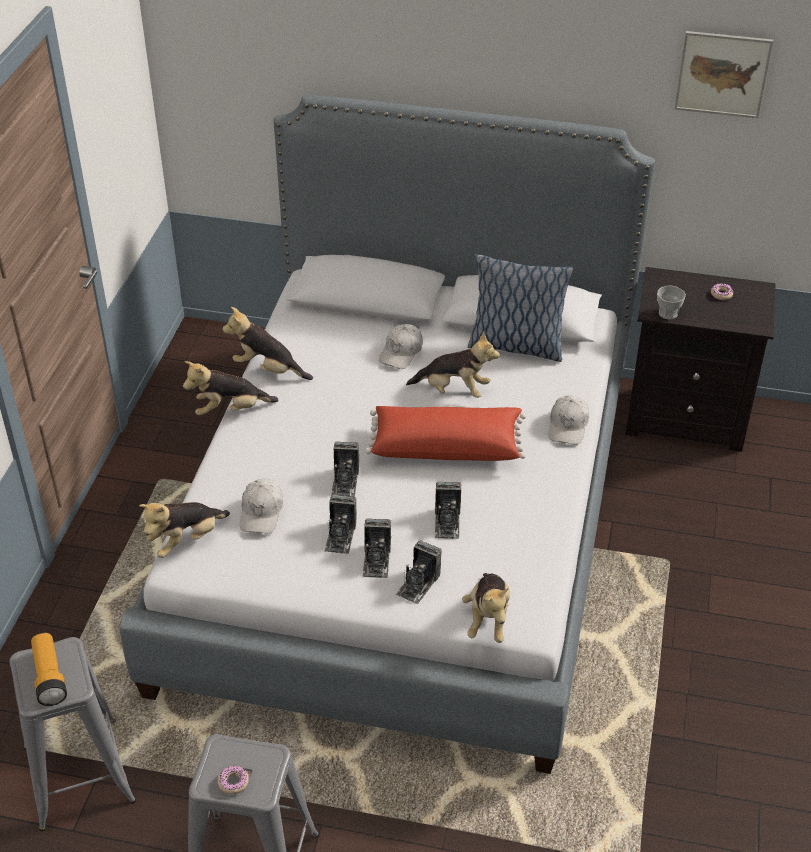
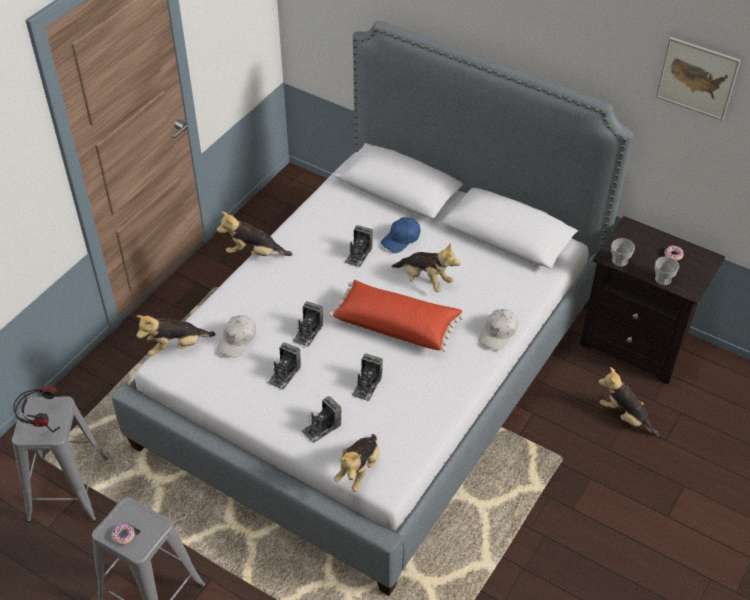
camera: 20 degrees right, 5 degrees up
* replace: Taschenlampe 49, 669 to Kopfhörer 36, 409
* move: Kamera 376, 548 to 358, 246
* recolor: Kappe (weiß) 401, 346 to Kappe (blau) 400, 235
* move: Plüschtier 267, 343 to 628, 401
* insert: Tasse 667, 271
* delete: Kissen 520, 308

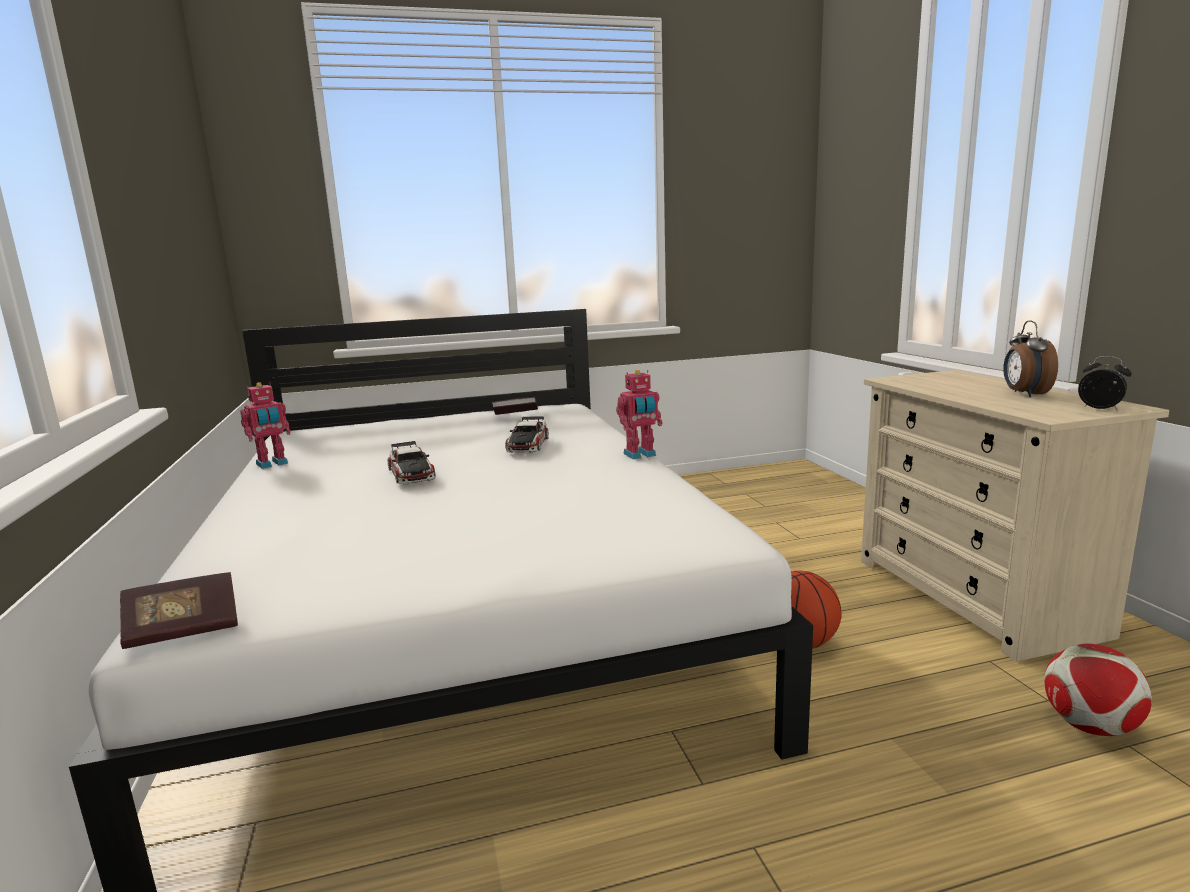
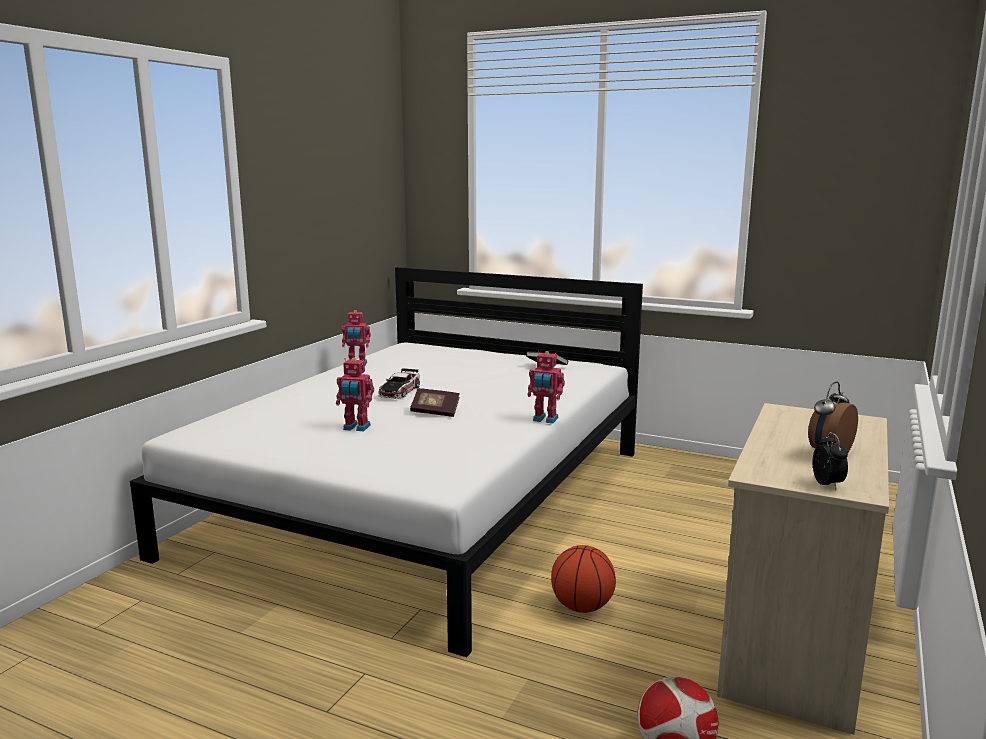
camera: 40 degrees right, 0 degrees up
* insert: Spielzeugroboter 355, 394
* move: Buch 179, 610 to 435, 402
* delete: Spielzeugauto 527, 434

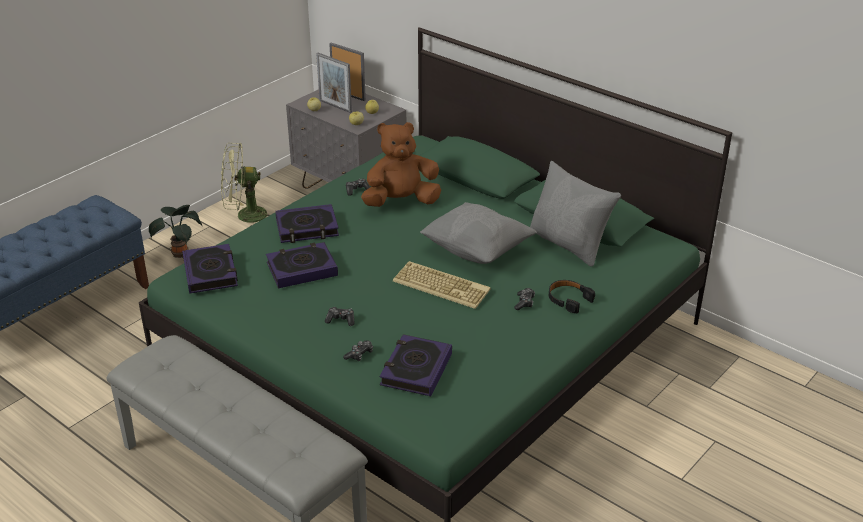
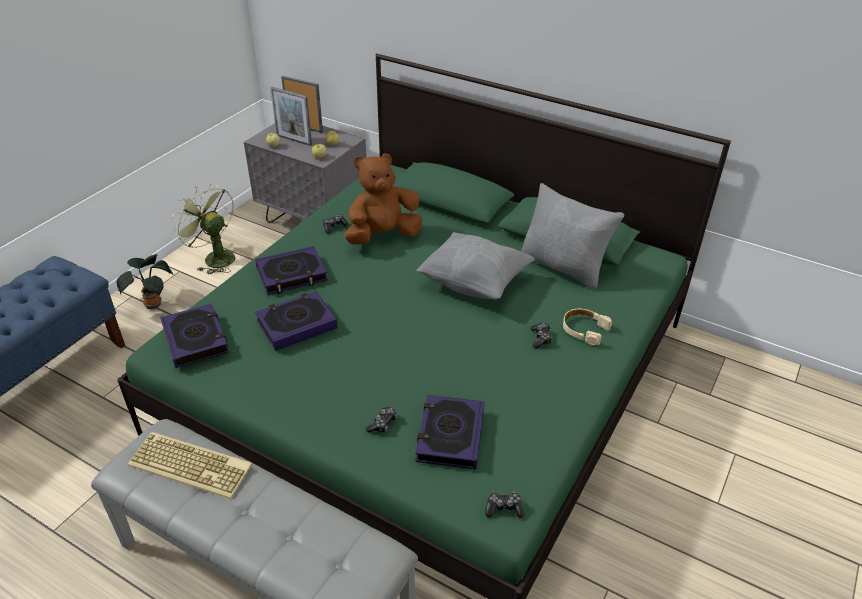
camera: 10 degrees left, 5 degrees up
* move: Tastatur 442, 285 to 190, 465
* rotate: Ventilator (grün) 245, 184 = 203, 228 60 degrees clockwise
* move: Gamepad 339, 316 to 504, 505
* recolor: Kopfhörer (schwarz) 572, 297 to Kopfhörer (beige) 587, 327

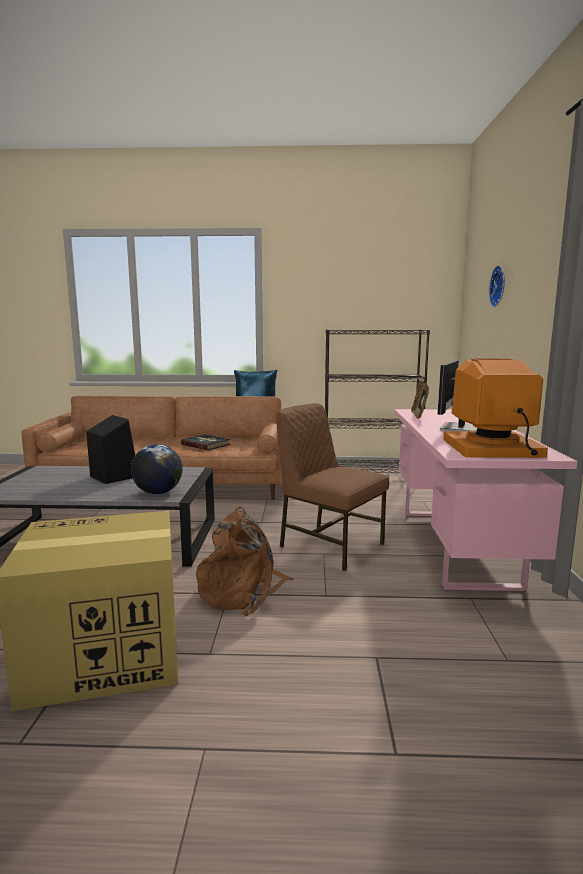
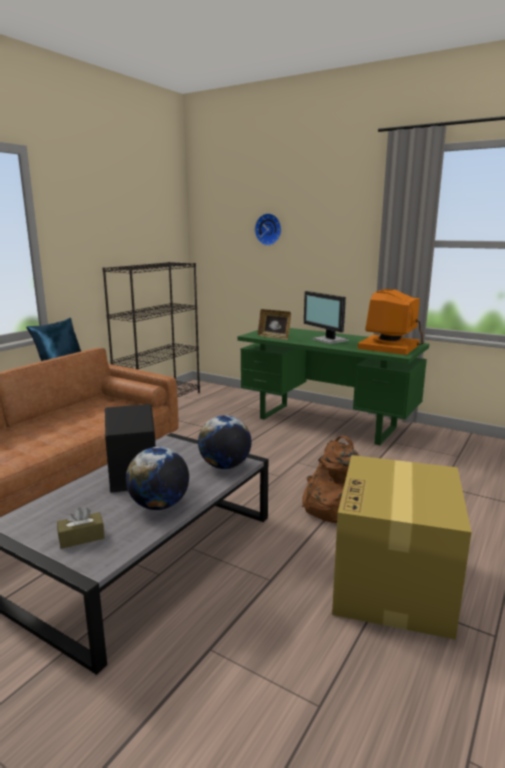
camera: 60 degrees left, 5 degrees up
* insert: Taschentuchbox (braun) 81, 528
* insert: Globus 157, 478
* recolor: Schreibtisch (rosa) 486, 500 to Schreibtisch (grün) 333, 386
* delete: Buch 205, 442
* delete: Stuhl (braun) 332, 487

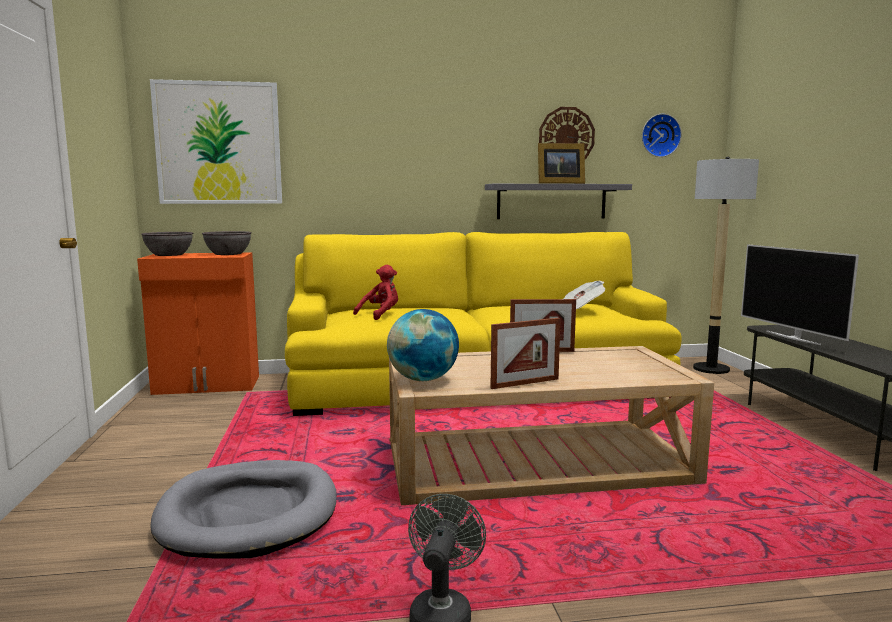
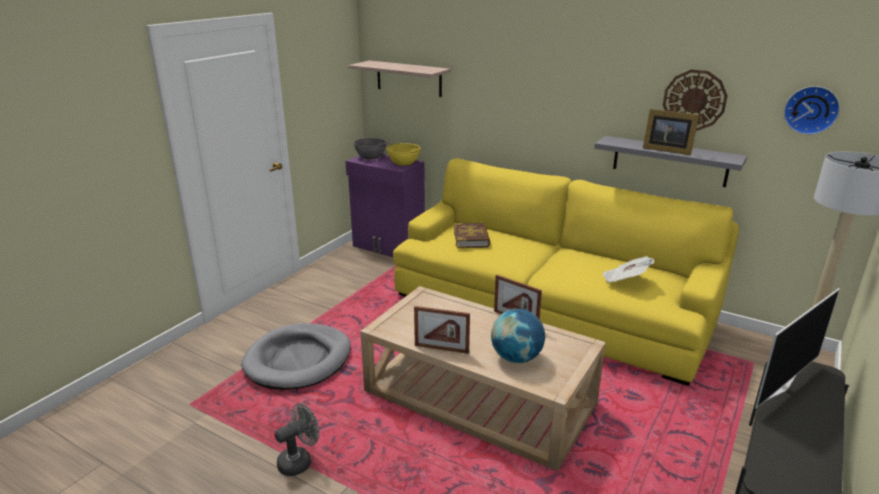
camera: 40 degrees right, 15 degrees up
* recolor: Schrank (orange) 198, 323 to Schrank (lila) 385, 205
* replace: Bild 216, 141 to Wandregal 399, 78
* recolor: Schüssel (grau) 227, 243 to Schüssel (gelb) 403, 154
* replace: Plüschtier (rot) 375, 292 to Buch 472, 235
* move: Globus 423, 345 to 518, 336
* rotate: Fernseher 800, 294 = 797, 348 150 degrees counterclockwise

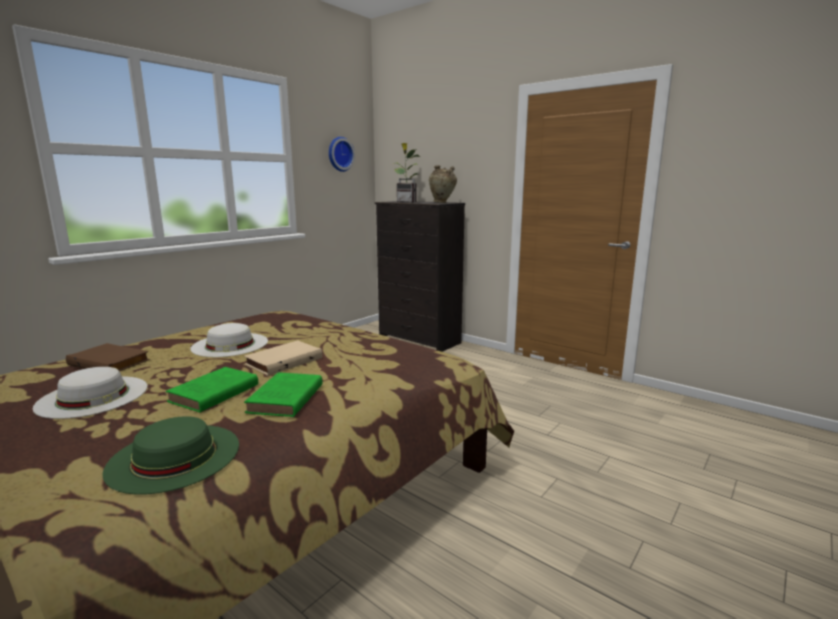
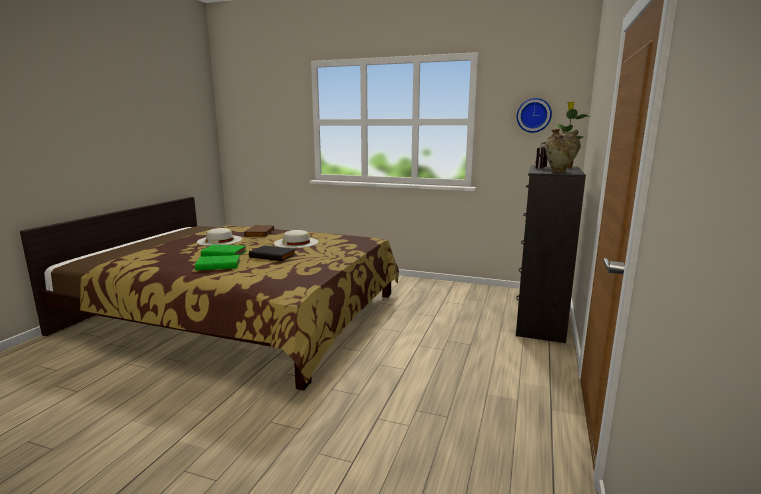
camera: 70 degrees right, 0 degrees up
* recolor: Buch (beige) 283, 358 to Buch (schwarz) 272, 253
* delete: Hut (grün) 170, 455

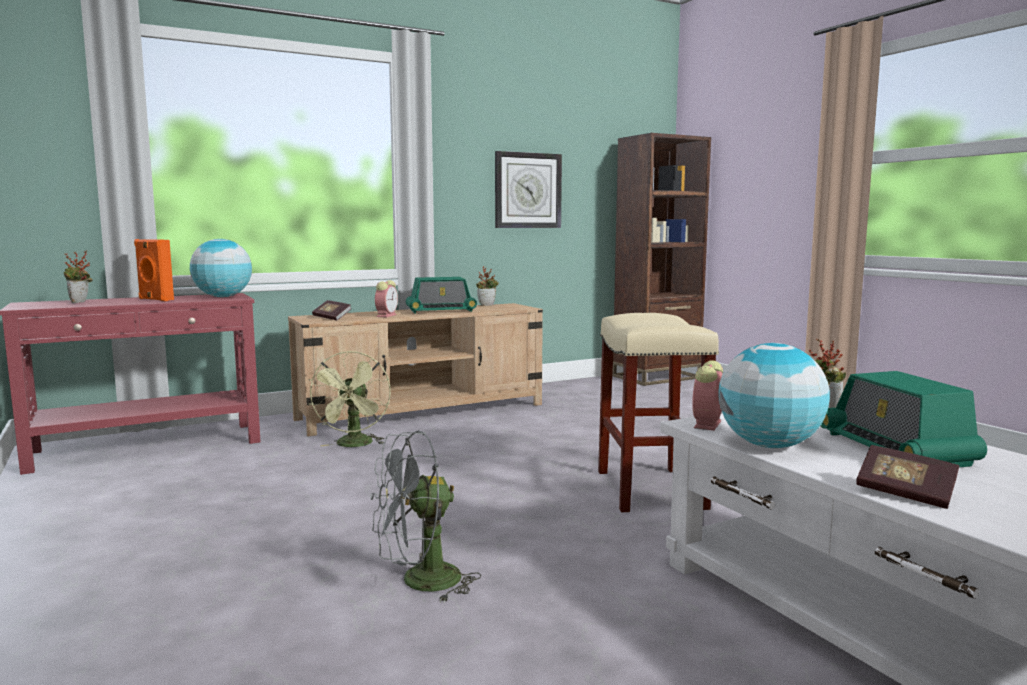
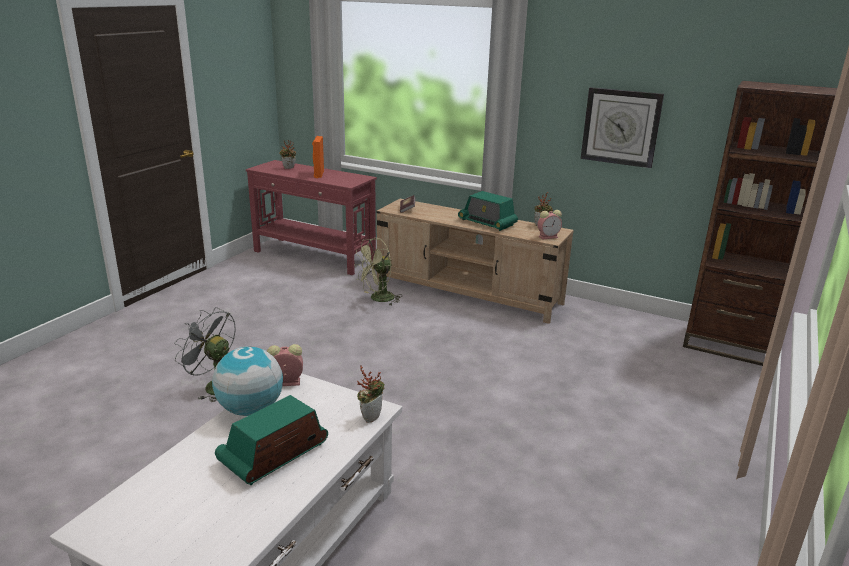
camera: 55 degrees right, 15 degrees up
* move: Wecker 386, 298 to 550, 225
* delete: Globus 221, 268
* delete: Hocker (beige) 658, 412
* delete: Buch 908, 477

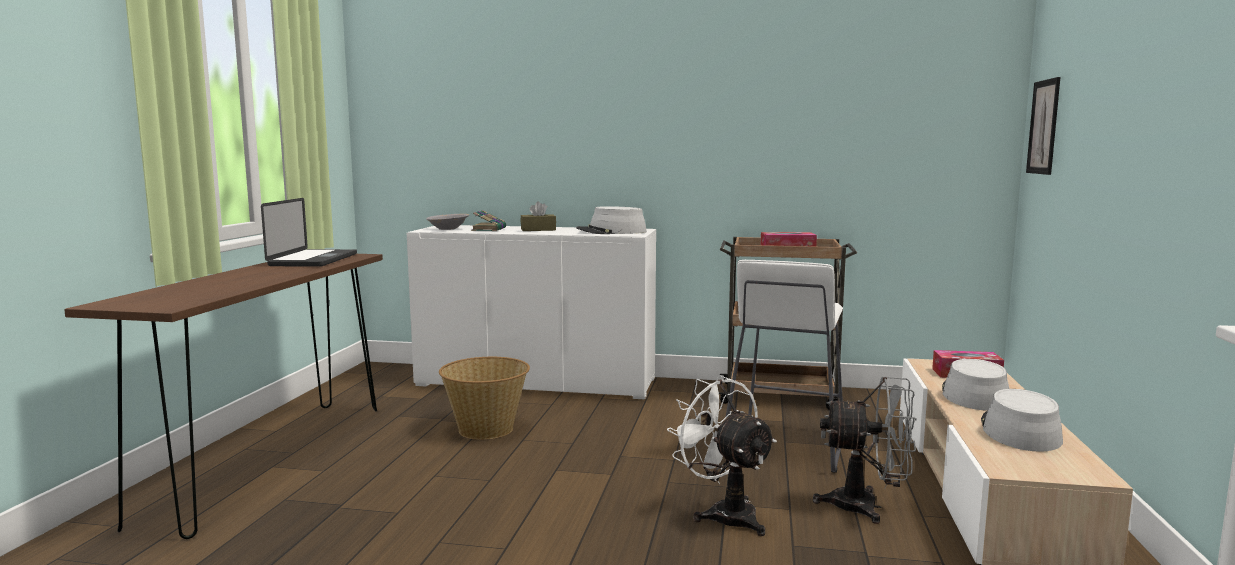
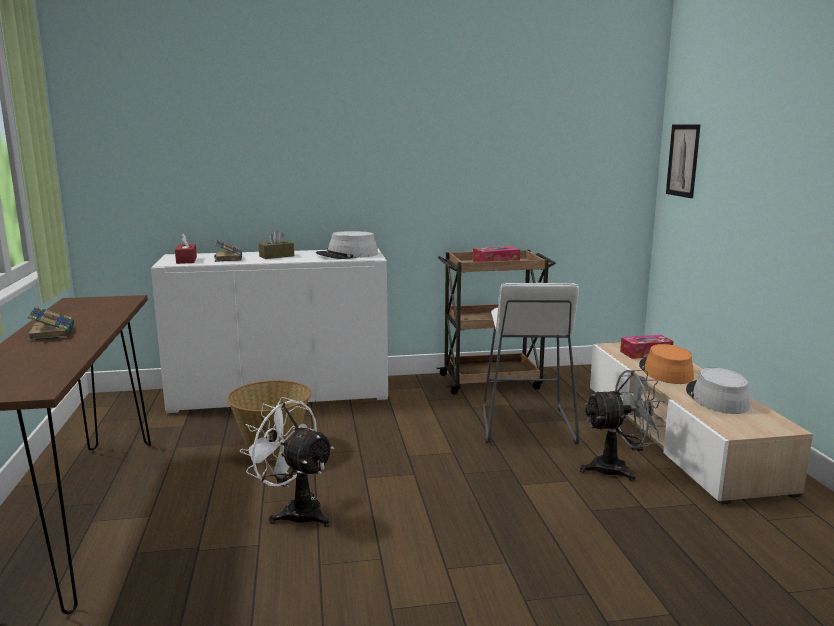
camera: 20 degrees left, 5 degrees up
* insert: Buch 50, 323
* replace: Schüssel (grau) 447, 222 to Taschentuchbox (rot) 186, 249
* move: Ventilator (weiß) 722, 456 to 287, 462
* recolor: Hut (grau) 975, 385 to Hut (orange) 666, 364
* delete: Laptop 309, 232

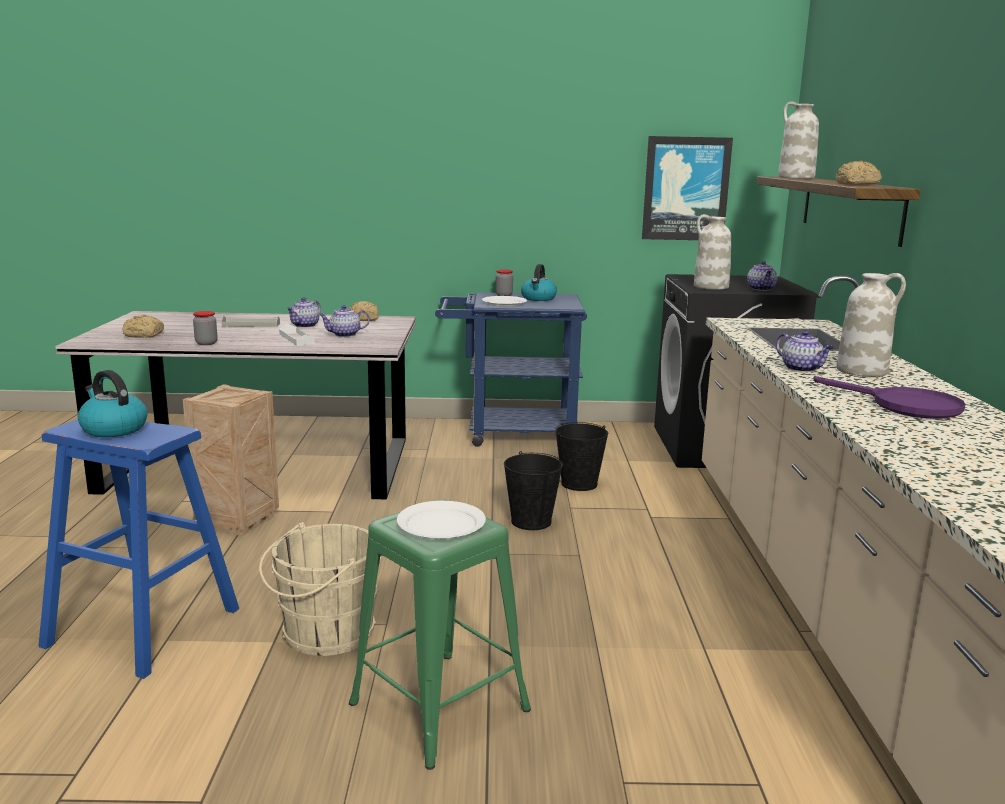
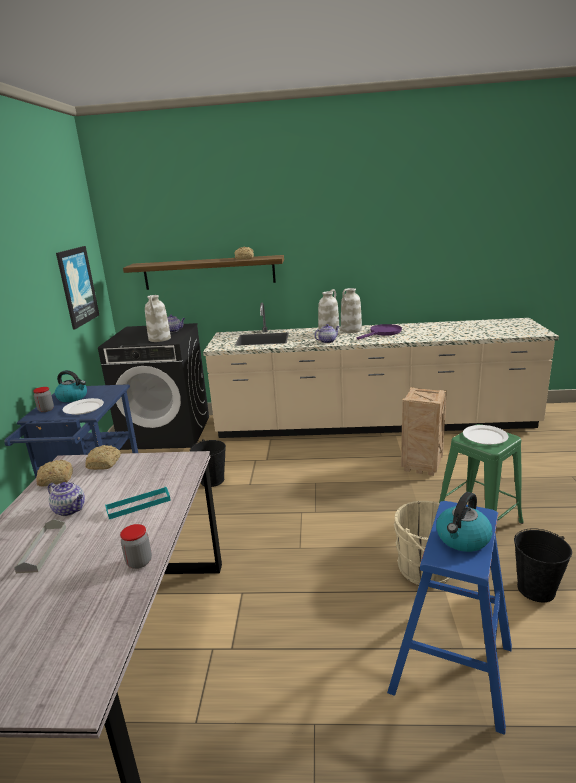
camera: 85 degrees left, 5 degrees up
* move: Brot 143, 326 to 103, 457
* recolor: Tablett (weiß) 297, 335 to Tablett (türkis) 138, 503
* move: Vase (weiß) 798, 140 to 351, 310
* move: Kiste 231, 460 to 424, 431
* move: Eimer (schwarz) 533, 490 to 543, 565
* delete: Teekanne 344, 321

